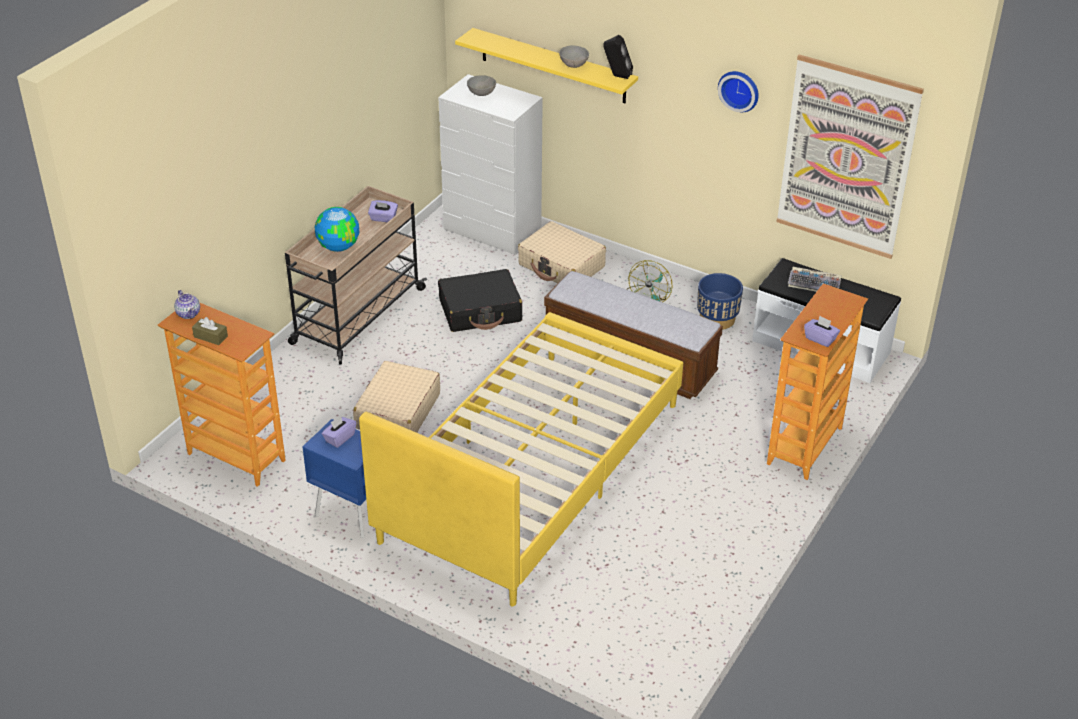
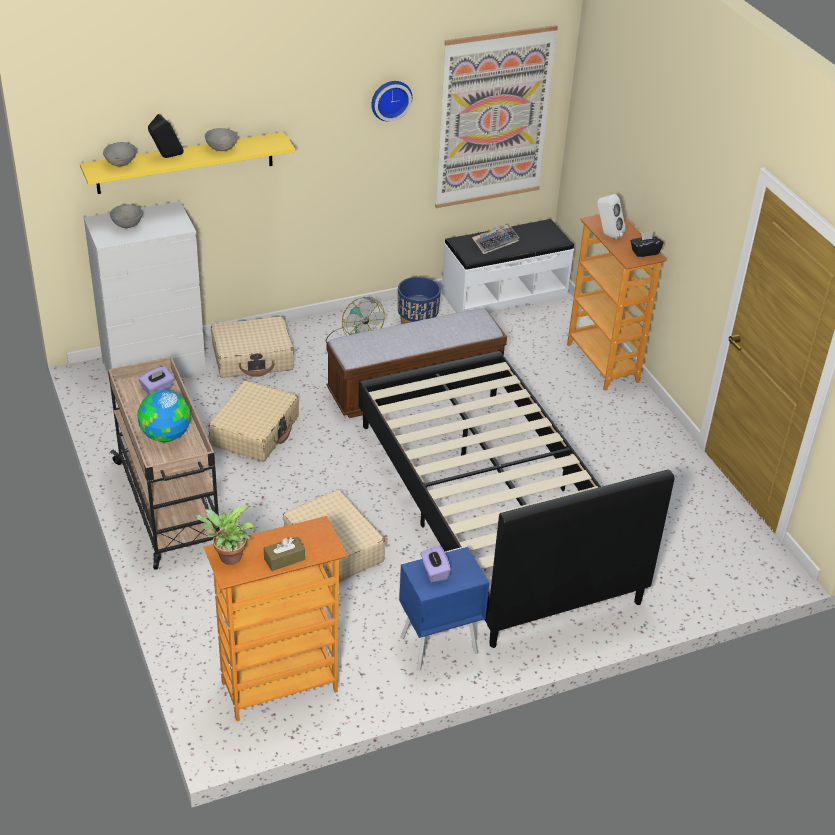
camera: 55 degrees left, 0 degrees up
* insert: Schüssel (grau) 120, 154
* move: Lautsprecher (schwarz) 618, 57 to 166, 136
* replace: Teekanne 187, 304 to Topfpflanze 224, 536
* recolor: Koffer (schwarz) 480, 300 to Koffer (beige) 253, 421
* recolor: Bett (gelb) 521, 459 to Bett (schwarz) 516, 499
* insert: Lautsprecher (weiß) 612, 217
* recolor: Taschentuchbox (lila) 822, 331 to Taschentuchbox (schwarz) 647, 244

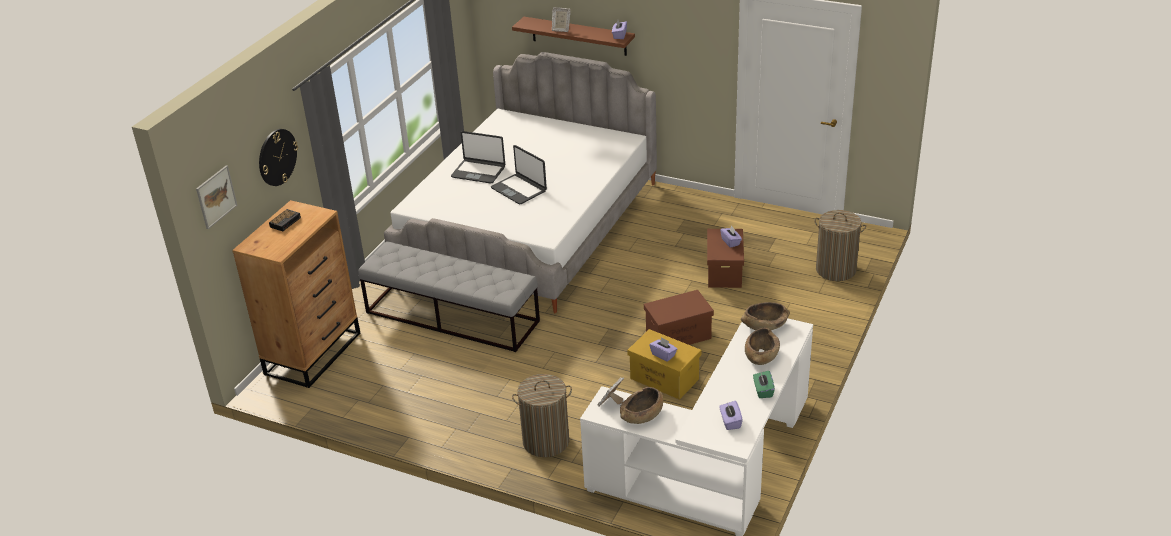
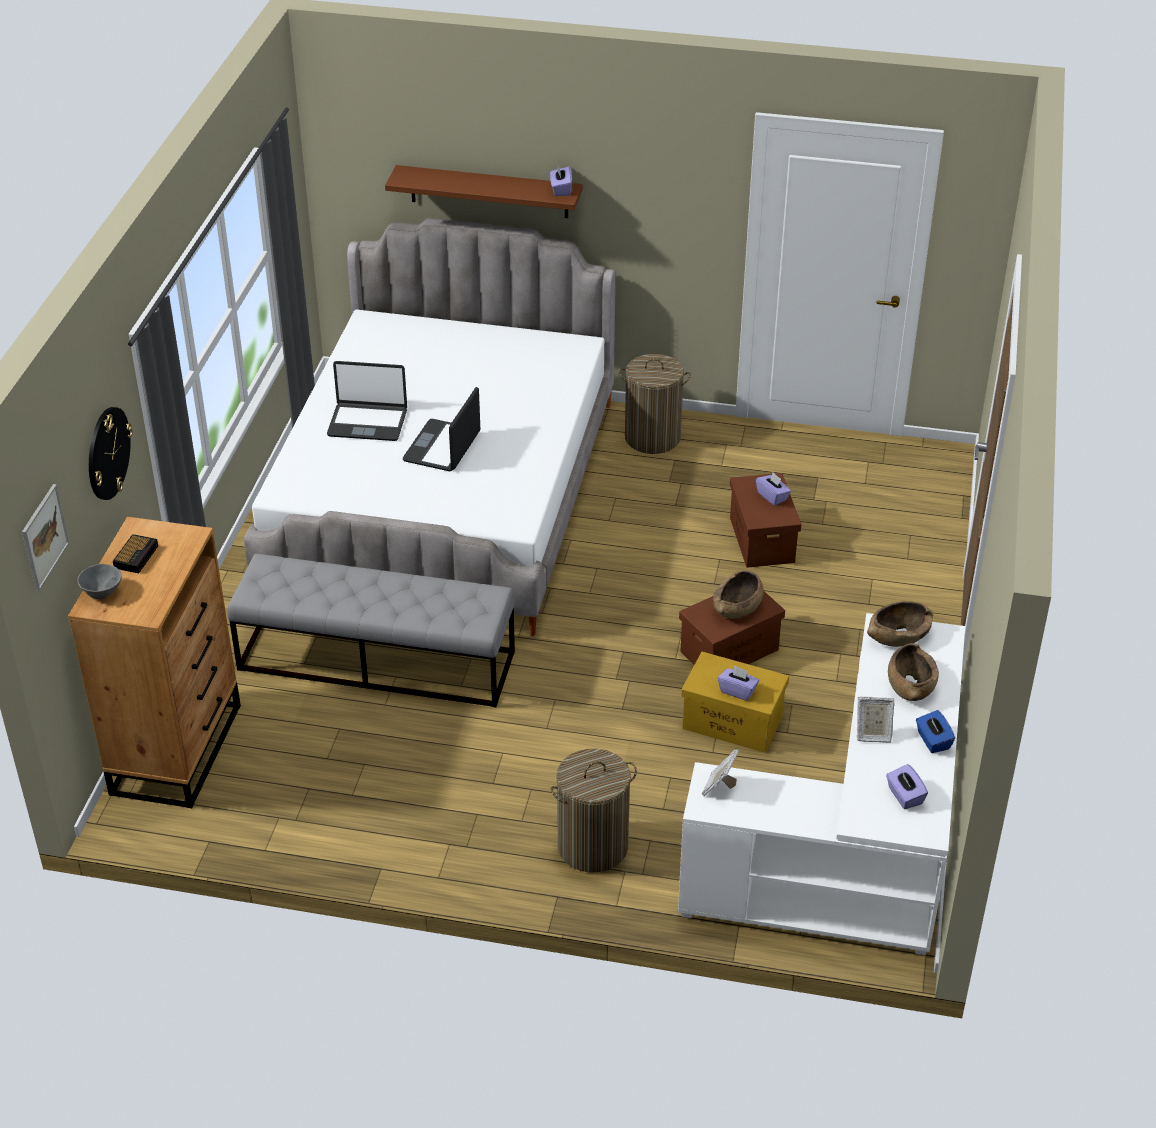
camera: 15 degrees left, 5 degrees up
* insert: Schüssel (grau) 100, 581
* rotate: Laptop 519, 174 = 442, 429 75 degrees clockwise
* move: Wäschekorb 840, 245 to 655, 404
* move: Schüssel (braun) 641, 405 to 738, 594
* move: Bilderrahmen 561, 19 to 875, 719
* recolor: Taschentuchbox (grün) 764, 384 to Taschentuchbox (blau) 935, 731

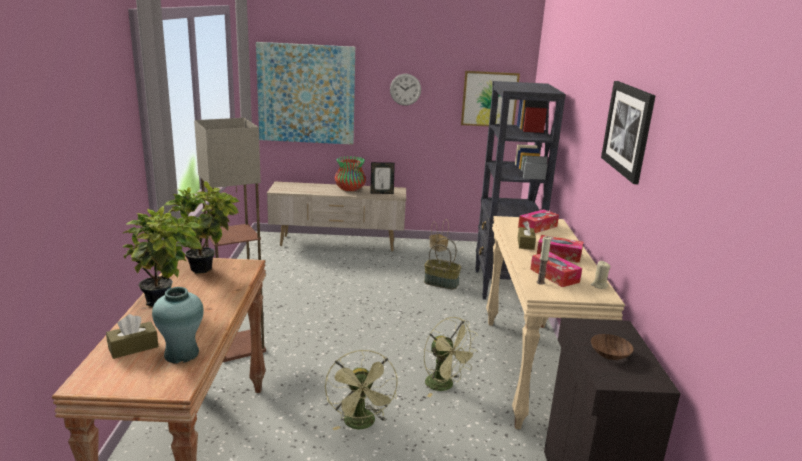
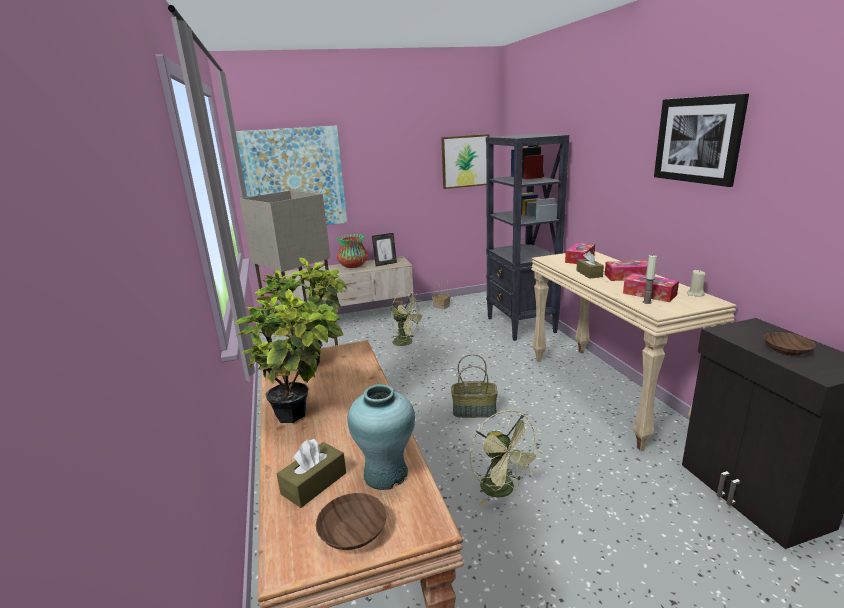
camera: 15 degrees left, 0 degrees up
* insert: Schüssel (braun) 351, 521
* move: Ventilator (grün) 451, 357 to 408, 320
* move: Korb 442, 263 to 474, 386
* delete: Wanduhr 405, 90

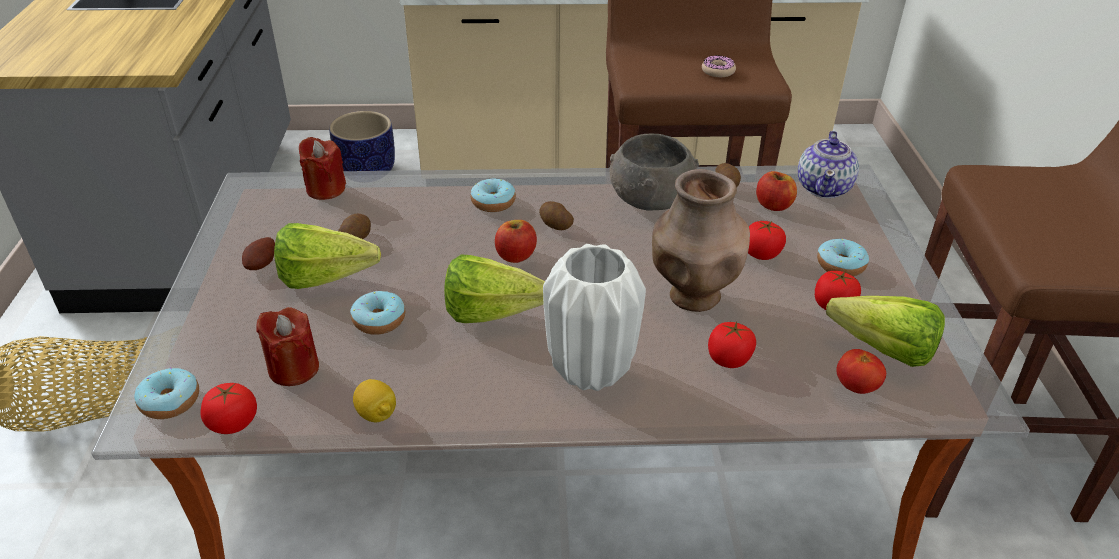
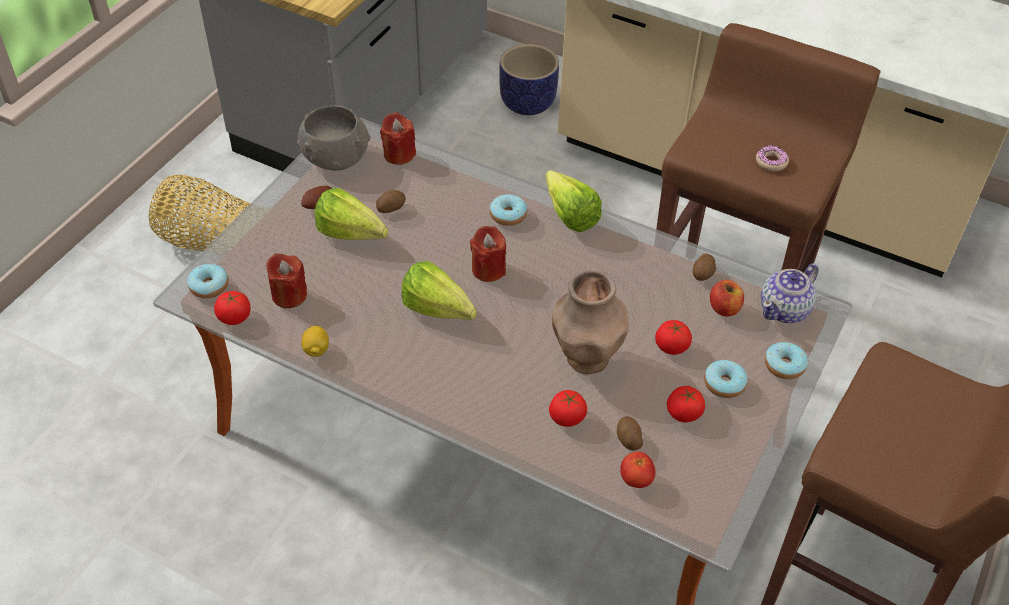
camera: 30 degrees right, 10 degrees up
* move: Schüssel (grau) 654, 172 to 333, 138
* replace: Apfel 516, 241 to Kerze (rot) 488, 254
* move: Salatkopf 885, 331 to 573, 201
* move: Kartoffel 556, 215 to 630, 433
* move: Donut 377, 313 to 786, 360
* delete: Vase (weiß) 594, 317

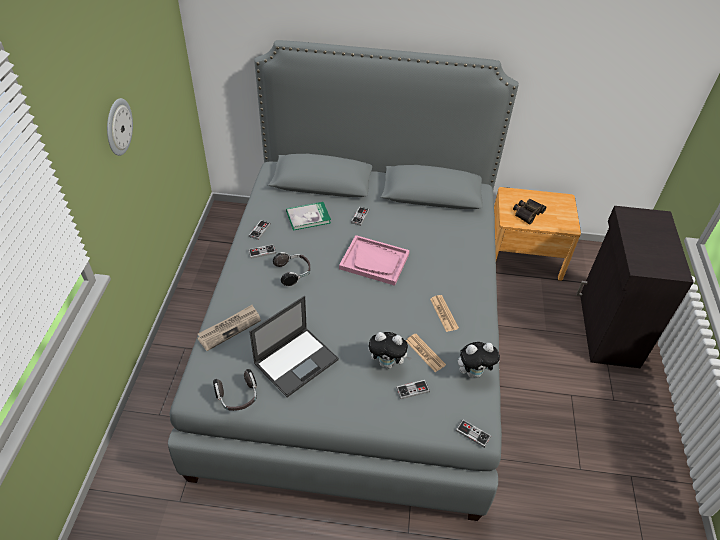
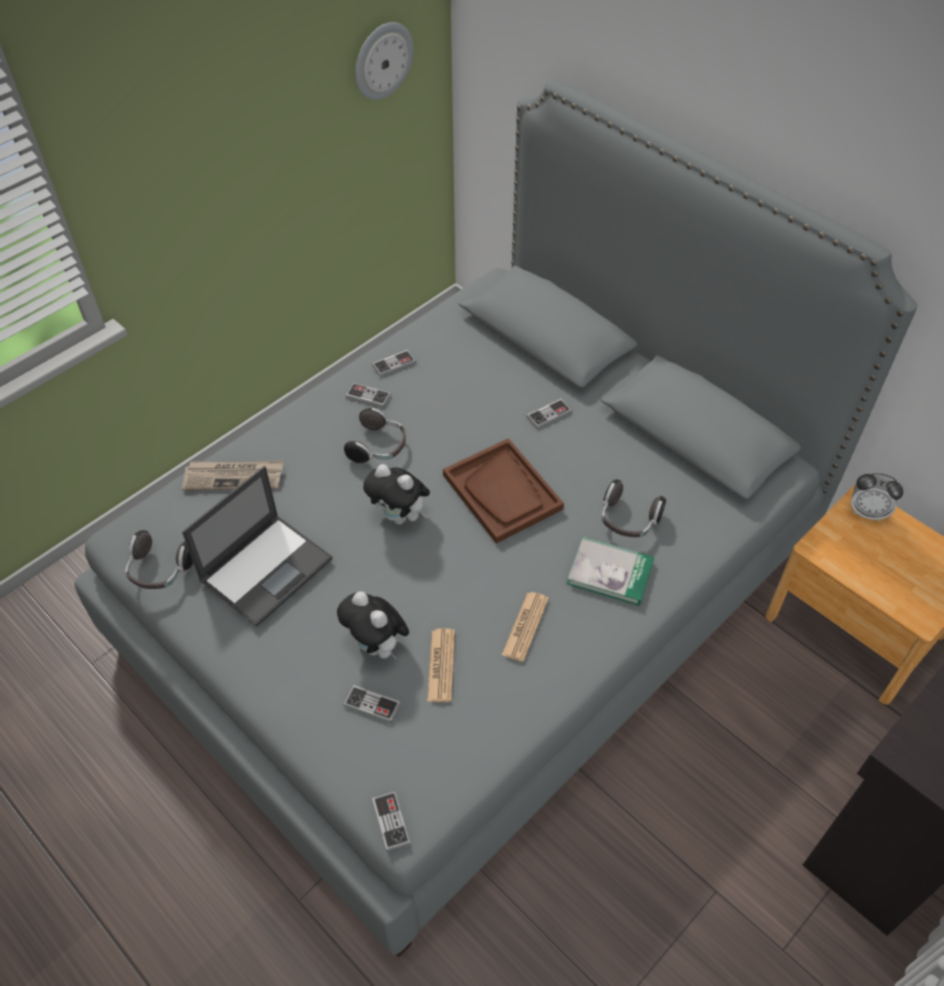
camera: 40 degrees right, 5 degrees up
* rotate: Laptop 294, 346 = 257, 546 45 degrees counterclockwise
* move: Wanduhr 120, 127 to 384, 61
* move: Plüschtier 479, 360 to 396, 494
* recolor: Tablett (rosa) 374, 260 to Tablett (braun) 503, 491
* move: Buch 308, 216 to 610, 571
* insert: Kopfhörer 633, 508
* insert: Wecker 877, 497
* delete: Fernglas 529, 211

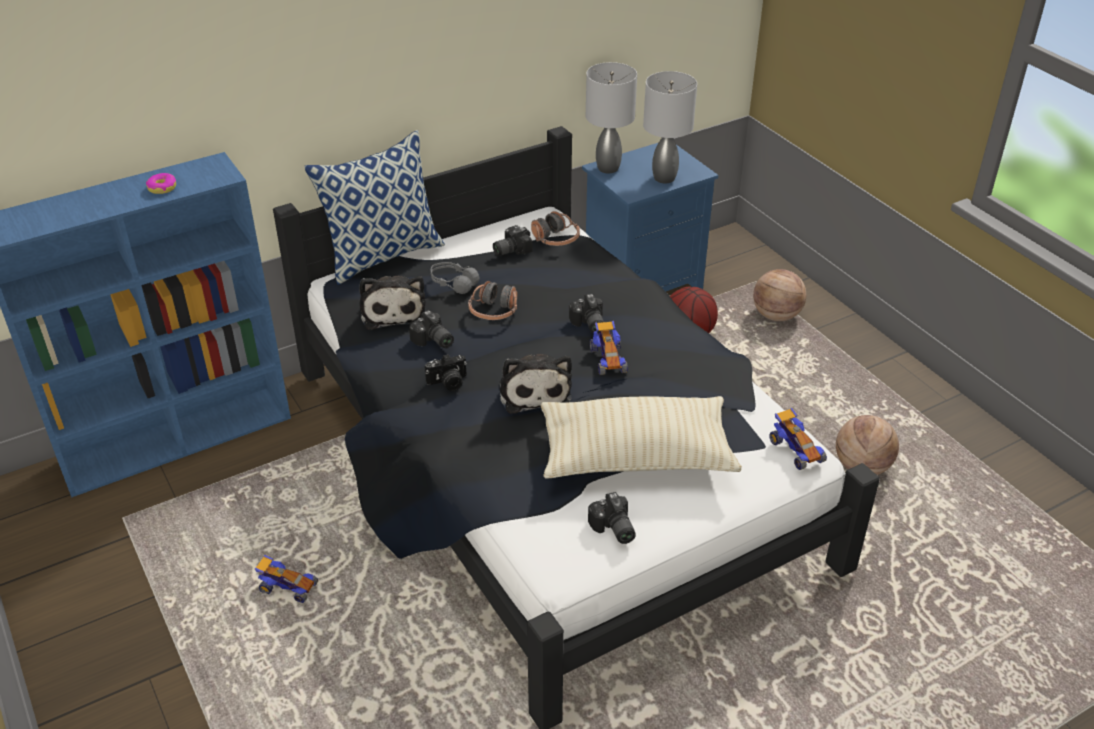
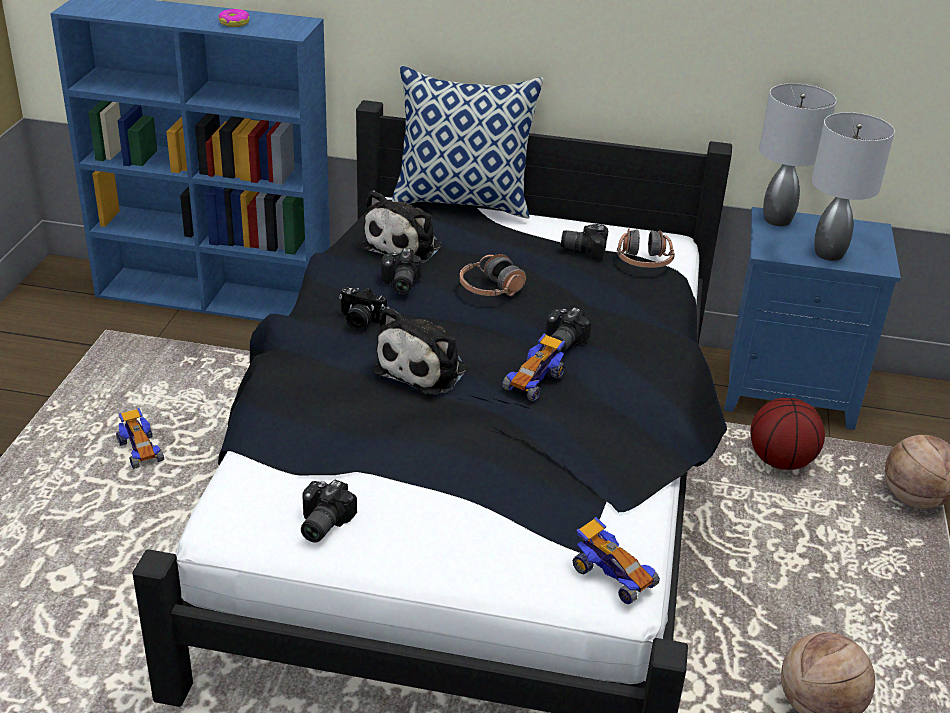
camera: 40 degrees right, 5 degrees down
* rotate: Spielzeugauto 798, 439 = 616, 560 60 degrees counterclockwise
* delete: Kopfhörer (grau) 455, 278
* delete: Kissen (beige) 641, 437

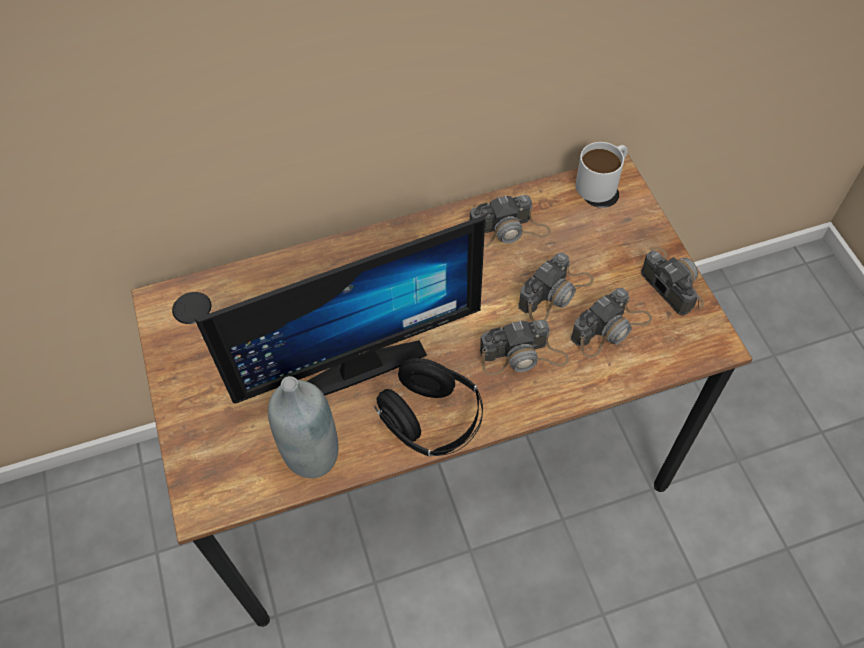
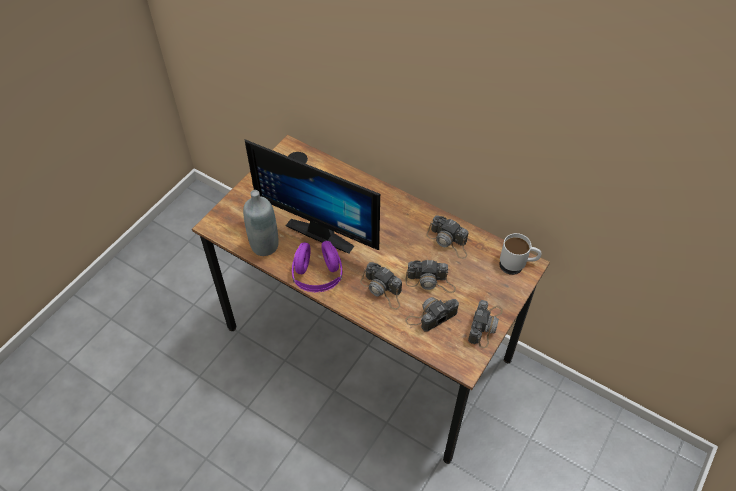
camera: 50 degrees right, 5 degrees down
* recolor: Kopfhörer (schwarz) 428, 407 to Kopfhörer (lila) 317, 266
* rotate: Kamera 611, 323 = 432, 314 135 degrees clockwise

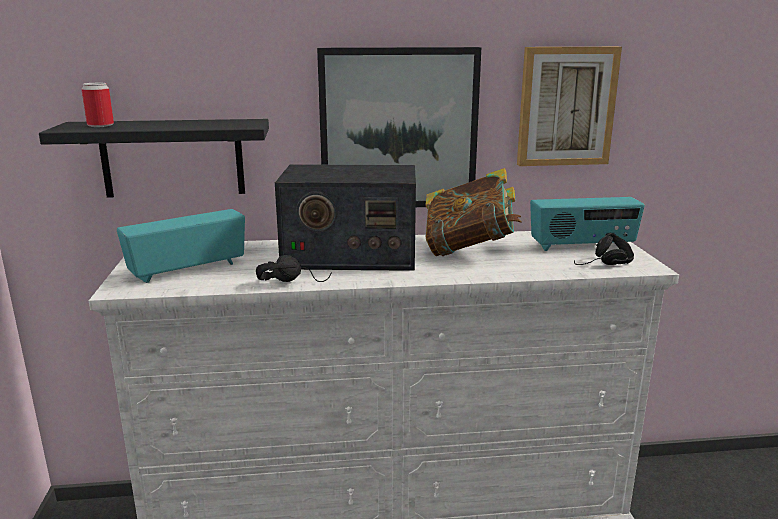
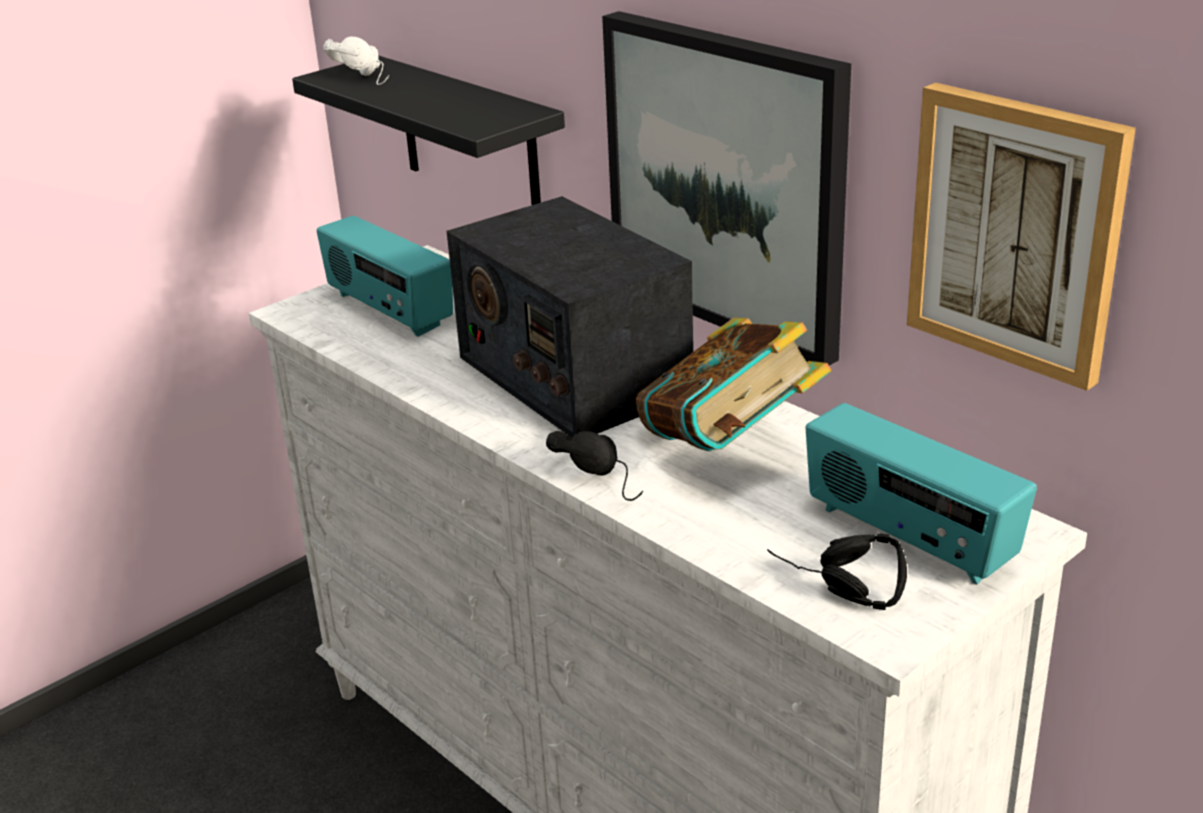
camera: 55 degrees right, 10 degrees up
* rotate: Radio 181, 246 = 385, 276 150 degrees counterclockwise
* replace: Dose 97, 105 to Kopfhörer (weiß) 356, 61
* move: Kopfhörer (schwarz) 294, 268 to 594, 466

